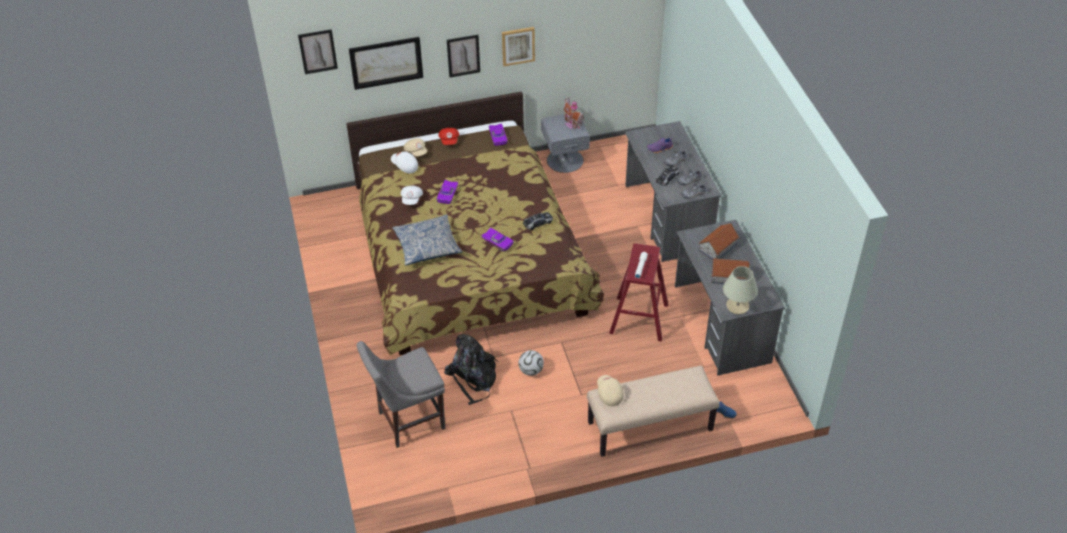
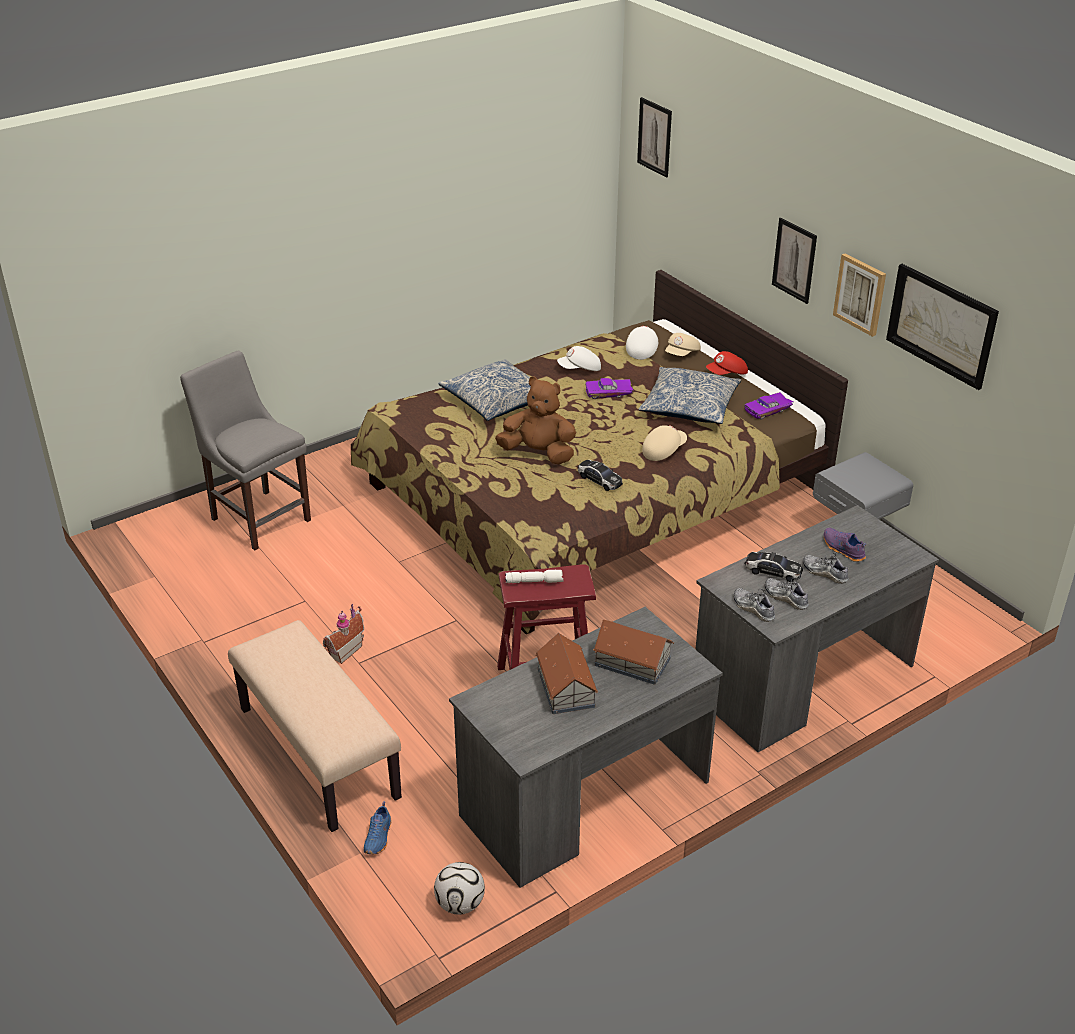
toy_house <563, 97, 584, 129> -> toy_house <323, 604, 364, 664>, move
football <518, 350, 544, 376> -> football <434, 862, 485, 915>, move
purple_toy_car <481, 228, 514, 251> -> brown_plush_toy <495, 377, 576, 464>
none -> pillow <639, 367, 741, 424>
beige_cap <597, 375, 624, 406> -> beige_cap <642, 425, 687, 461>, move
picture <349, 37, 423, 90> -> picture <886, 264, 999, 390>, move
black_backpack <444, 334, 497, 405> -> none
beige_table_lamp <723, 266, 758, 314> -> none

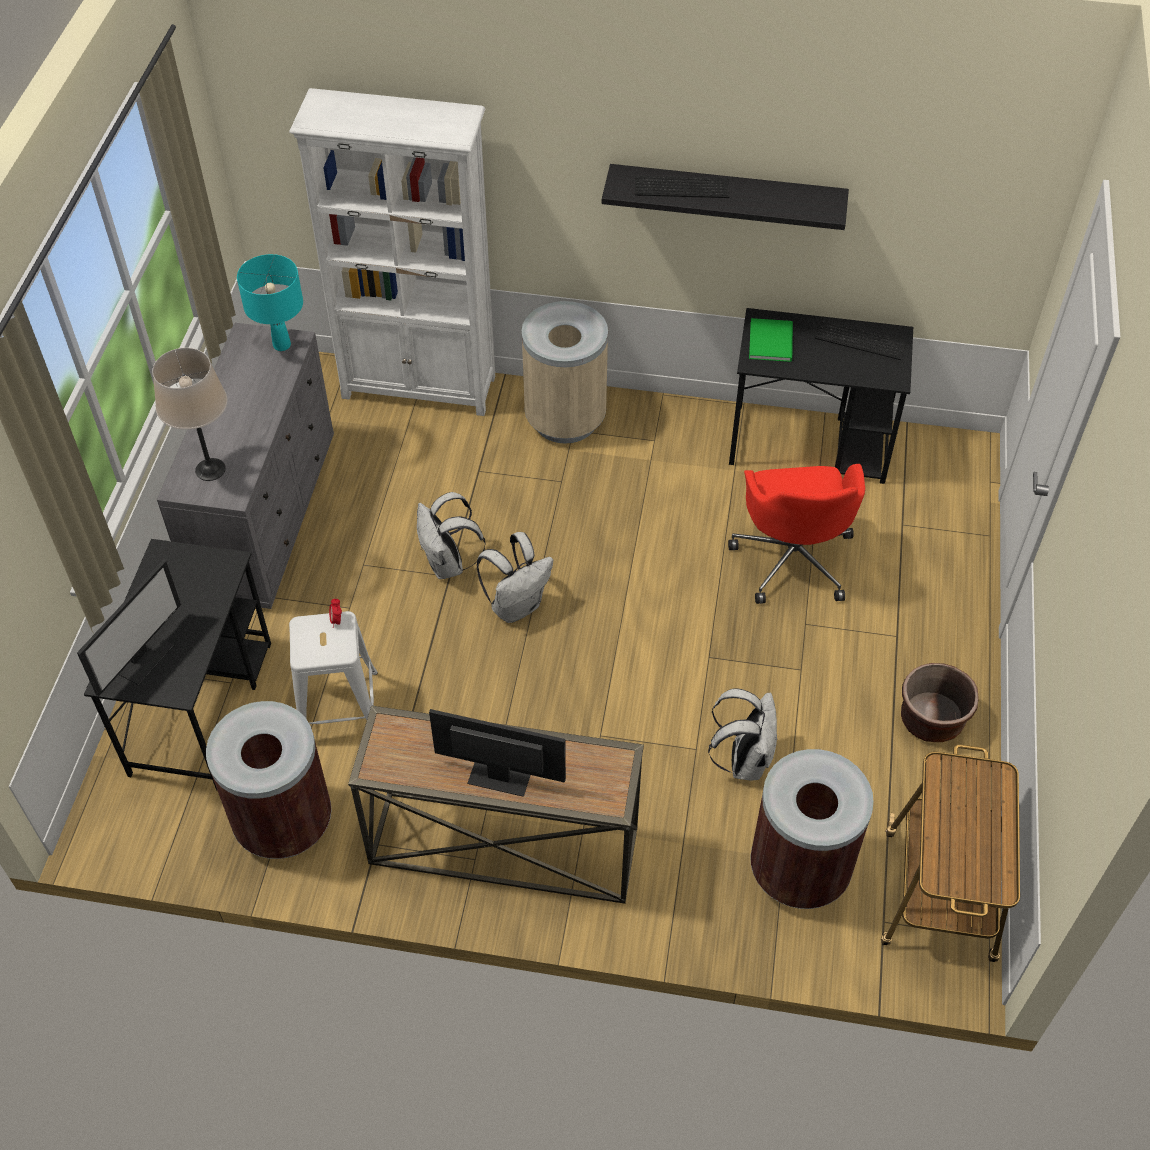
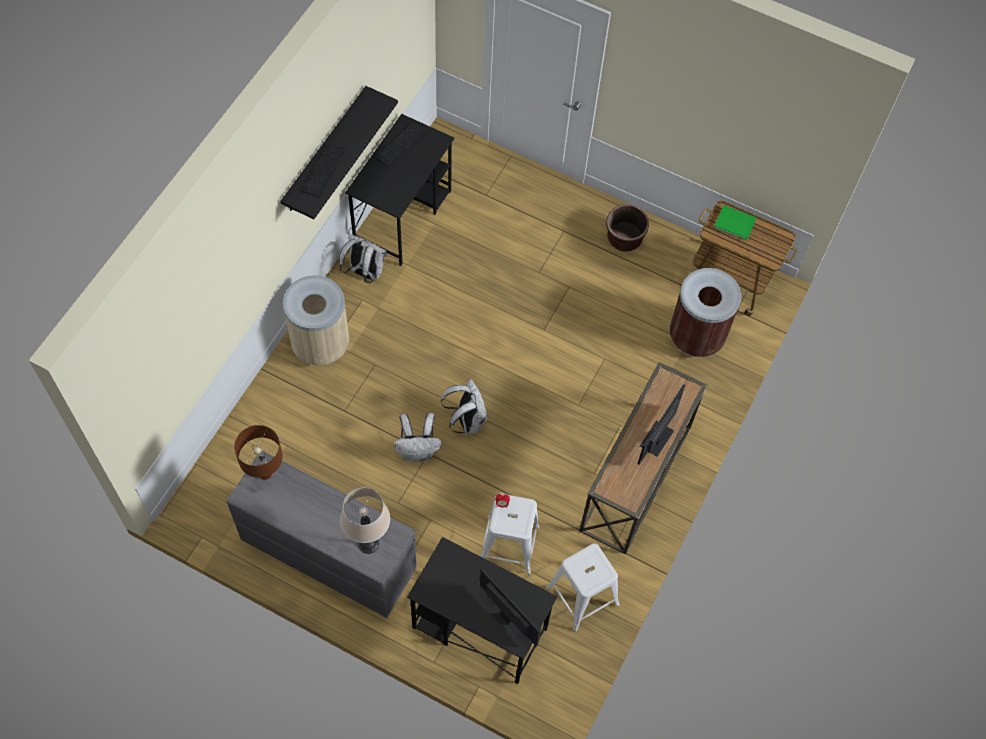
turquoise_table_lamp <237, 254, 303, 351> -> brown_table_lamp <234, 425, 283, 480>
white_backpack <708, 688, 778, 780> -> white_backpack <339, 234, 388, 283>, move
brown_trash_can <206, 701, 331, 859> -> white_stool <546, 544, 620, 632>
green_book <749, 318, 793, 362> -> green_book <714, 205, 757, 240>, move
white_bookcase <289, 88, 495, 416> -> none
red_office_chair <728, 464, 865, 604> -> none

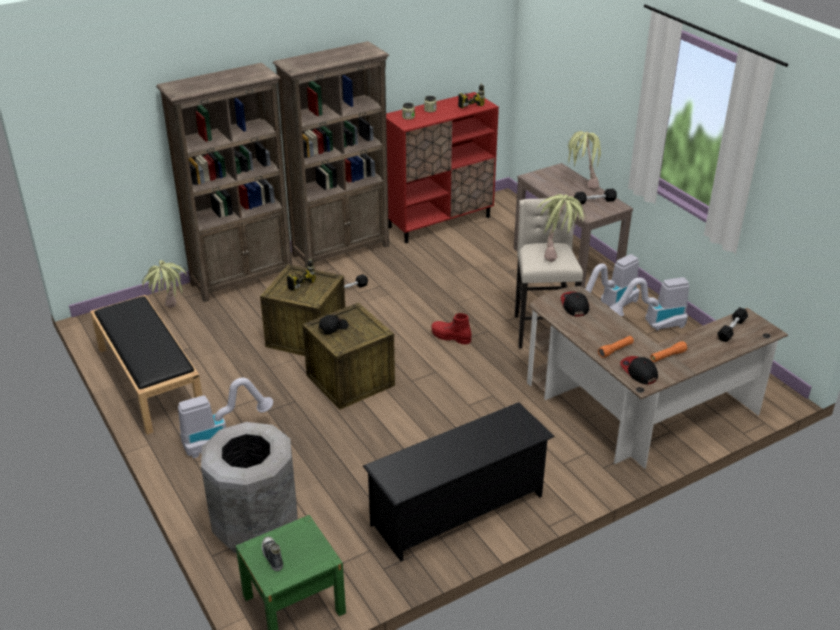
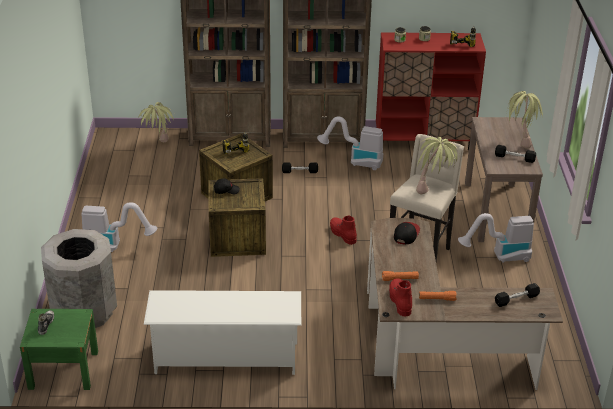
black_shoe_rack <363, 402, 555, 561> -> white_shoe_rack <144, 290, 301, 375>
vacuum_cleaner <609, 277, 689, 331> -> vacuum_cleaner <317, 116, 383, 170>, move
cap <620, 356, 658, 384> -> red_boot <389, 278, 412, 316>
black_bench <90, 295, 202, 435> -> none

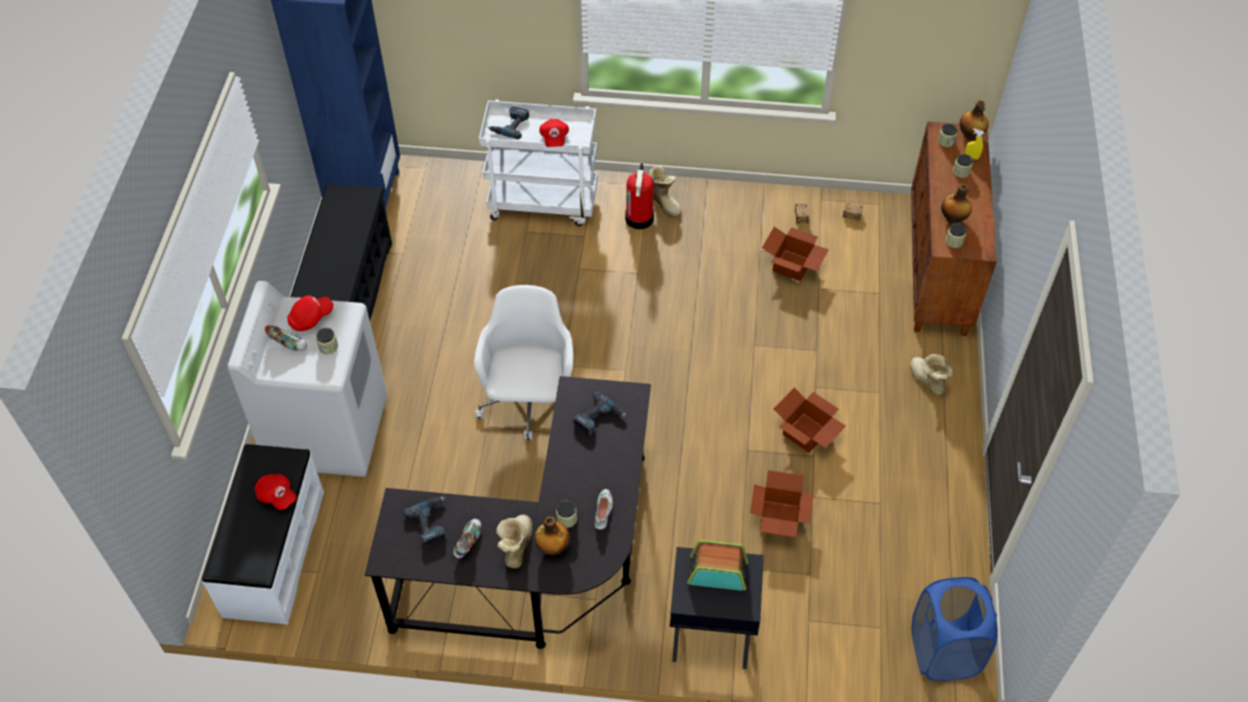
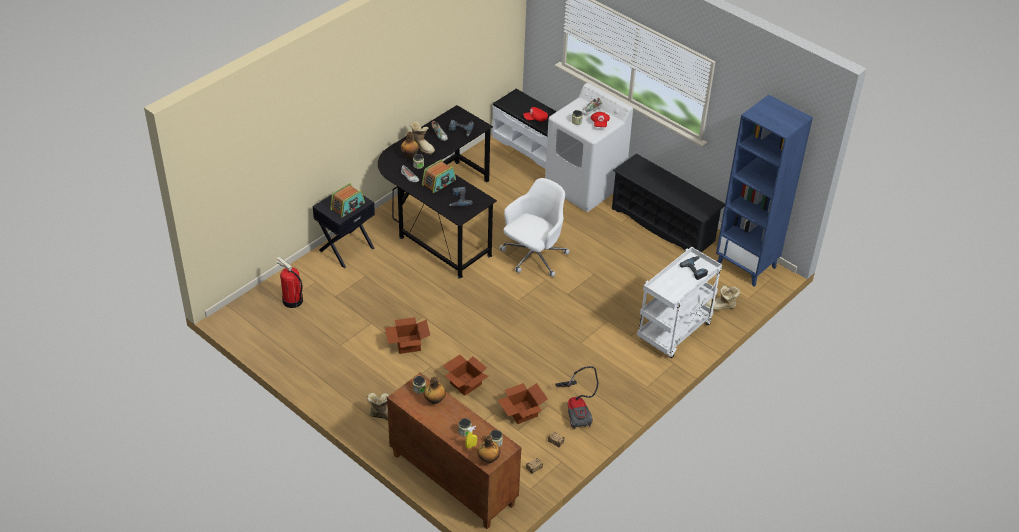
fire_extinguisher <625, 163, 654, 229> -> fire_extinguisher <276, 257, 303, 308>, move
none -> radio <422, 159, 456, 193>
cardboard_box <750, 470, 814, 537> -> cardboard_box <443, 355, 488, 396>, move
white_office_chair <474, 285, 573, 440> -> white_office_chair <499, 178, 570, 277>, 90 degrees counterclockwise
none -> vacuum_cleaner <555, 366, 598, 429>
boot <649, 166, 682, 218> -> boot <704, 285, 741, 311>, move
red_cap <539, 119, 569, 147> -> none
blue_laundry_basket <912, 577, 998, 681> -> none

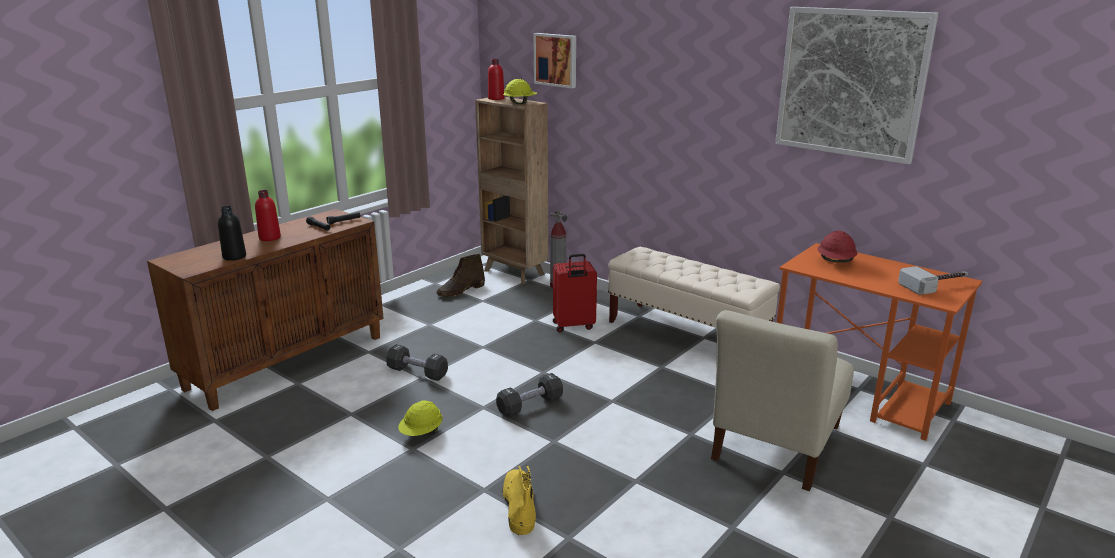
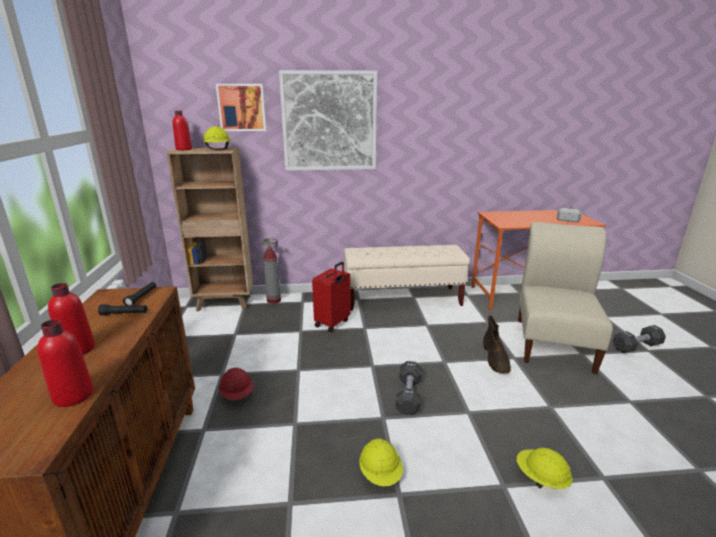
black_bottle <218, 206, 246, 261> -> red_bottle <37, 319, 94, 407>
red_hard_hat <818, 231, 857, 263> -> red_hard_hat <219, 368, 254, 400>, move
picture <775, 7, 938, 164> -> picture <279, 70, 377, 171>, move
brown_boot <436, 254, 485, 297> -> brown_boot <483, 315, 511, 374>, move
yellow_boot <502, 466, 536, 535> -> yellow_hard_hat <517, 448, 573, 489>
beige_chair <711, 310, 854, 491> -> beige_chair <518, 222, 613, 374>, 150 degrees counterclockwise
black_dumbbell <386, 344, 448, 381> -> black_dumbbell <613, 325, 666, 353>, move

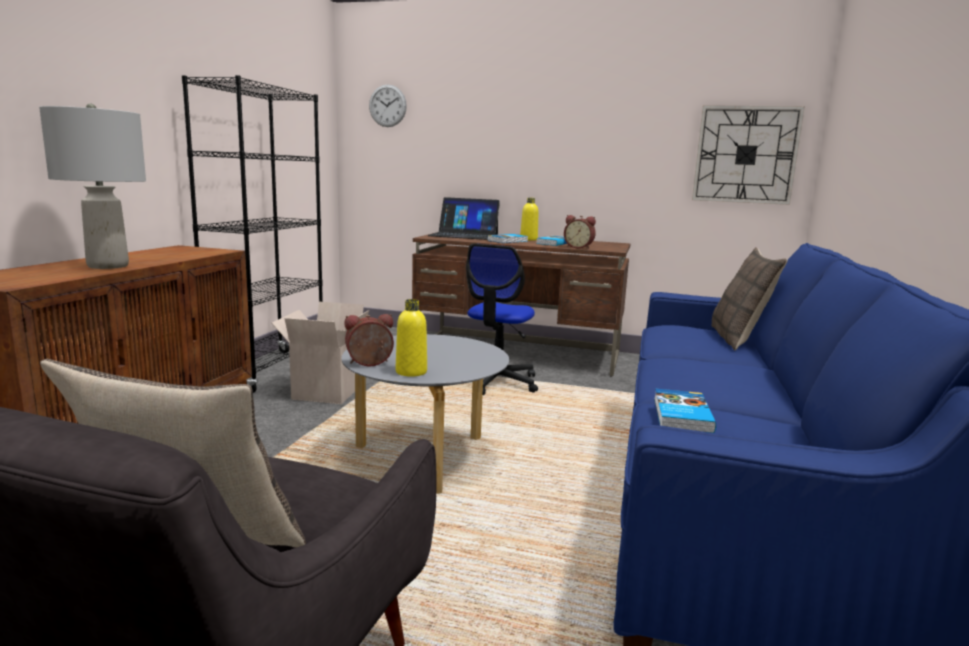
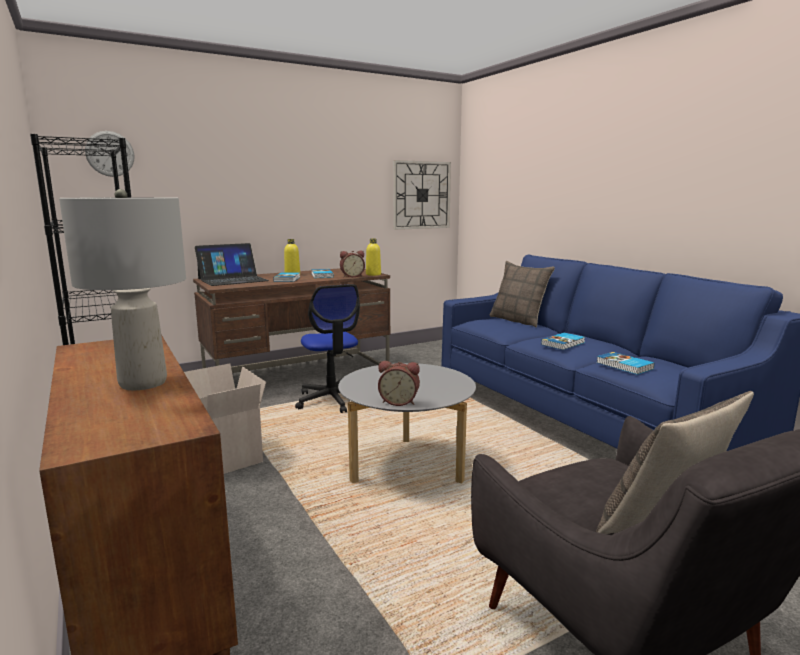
yellow_bottle <396, 299, 427, 377> -> yellow_bottle <366, 239, 381, 276>, move
alarm_clock <344, 314, 394, 366> -> alarm_clock <378, 361, 420, 406>, 105 degrees counterclockwise
none -> book <541, 333, 585, 350>

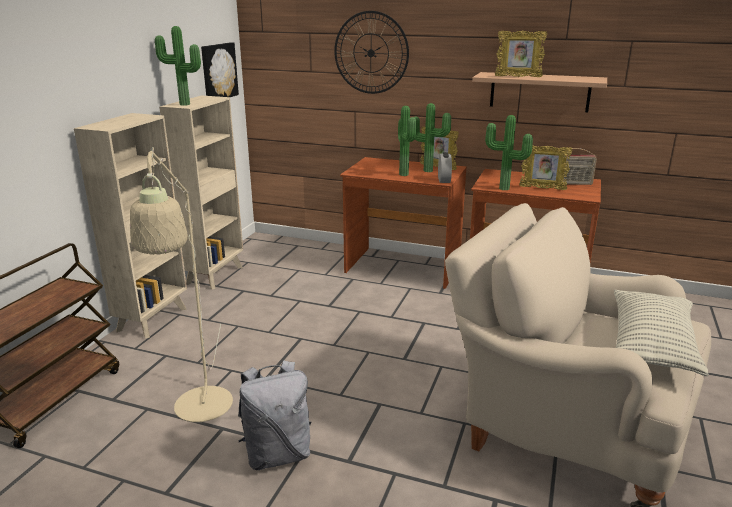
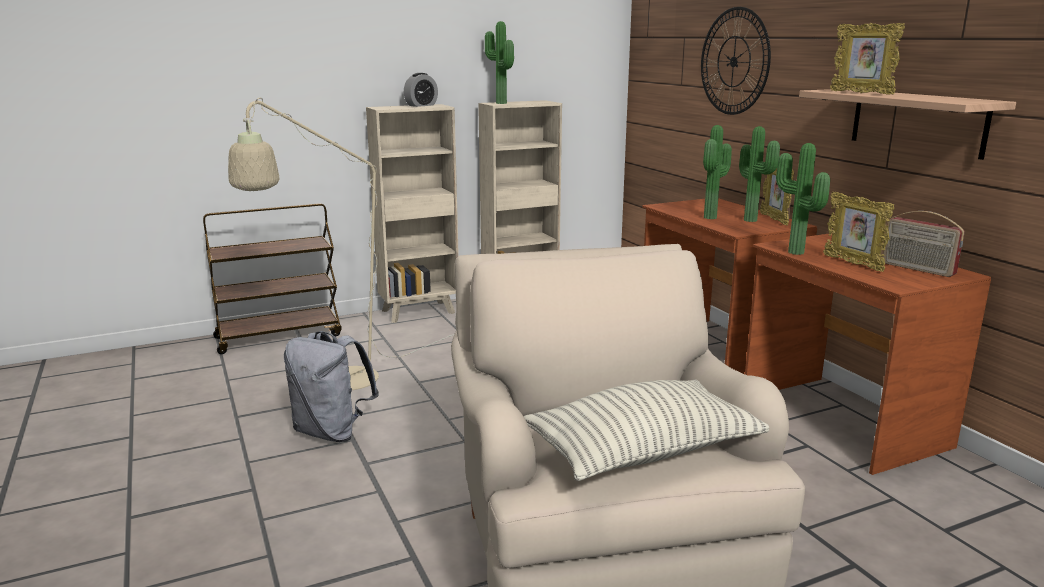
alarm_clock <438, 152, 452, 183> -> alarm_clock <404, 73, 438, 107>, move
picture <201, 42, 239, 97> -> none

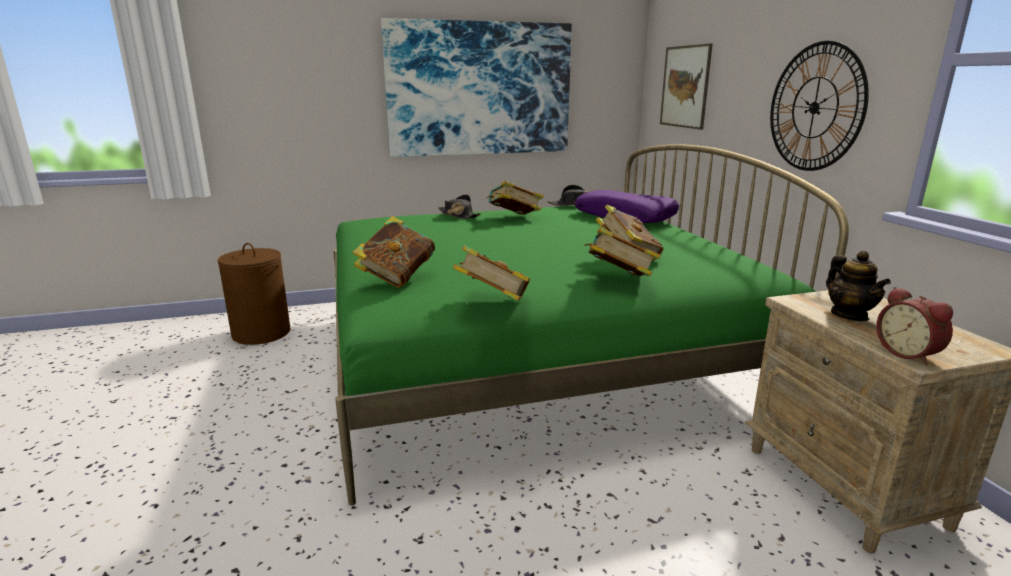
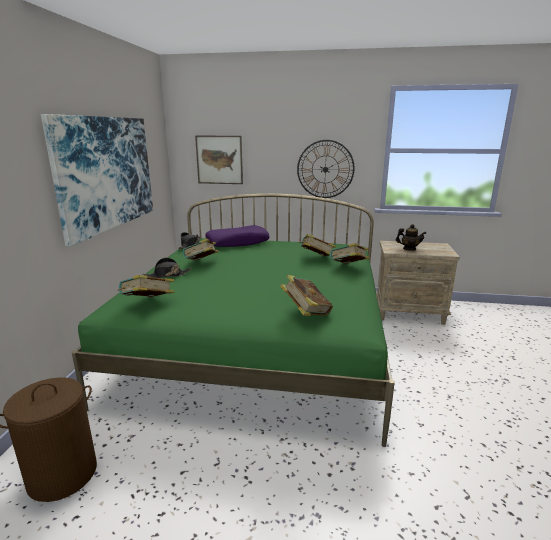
book <453, 246, 530, 301> -> book <117, 275, 174, 297>, move
alarm_clock <876, 287, 953, 365> -> none

